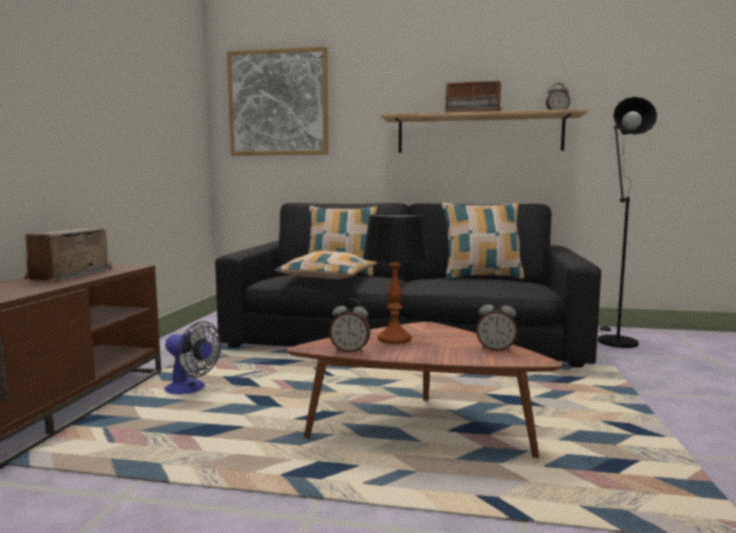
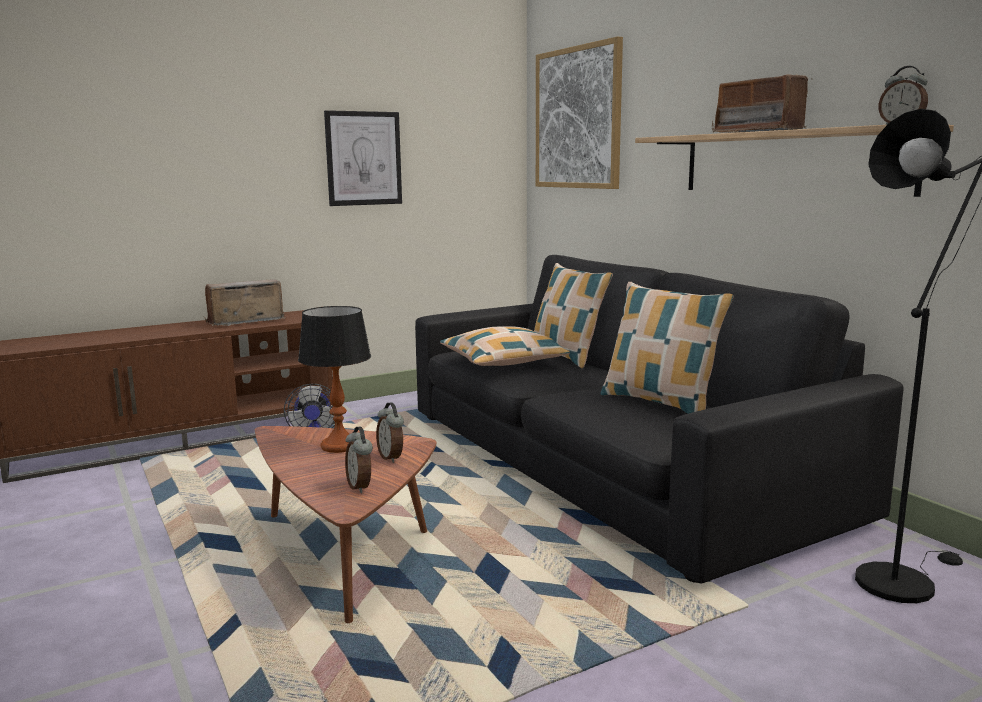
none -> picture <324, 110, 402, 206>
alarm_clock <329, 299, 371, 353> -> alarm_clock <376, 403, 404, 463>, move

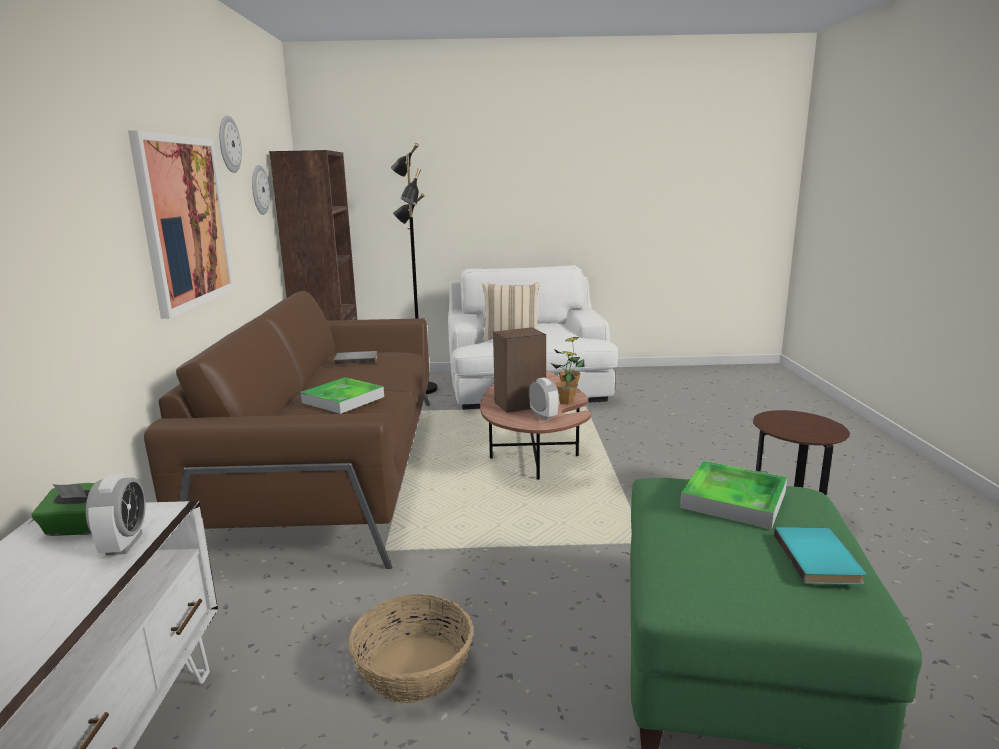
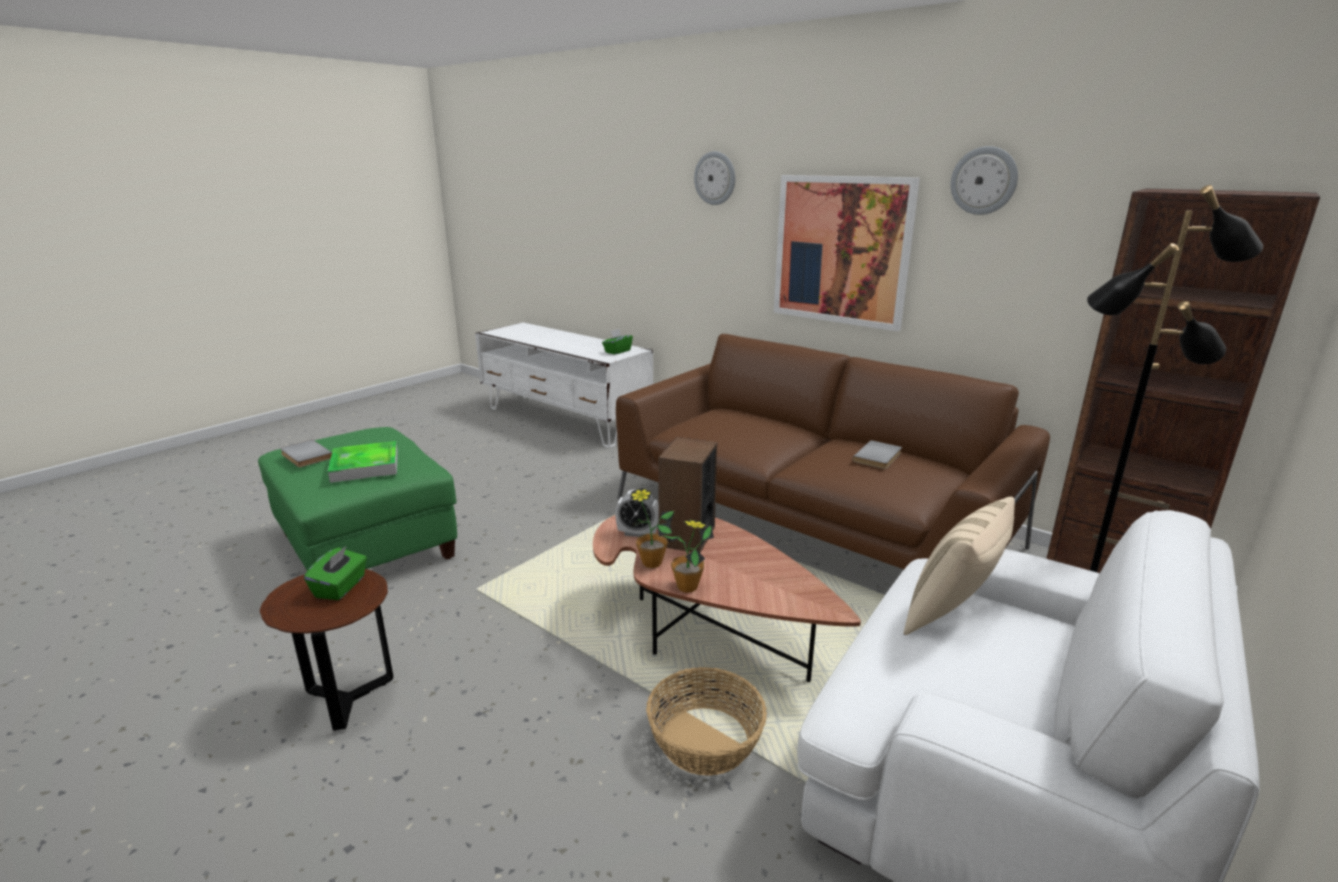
turquoise_book <774, 527, 866, 585> -> grey_book <280, 440, 332, 467>
none -> green_tissue_box <304, 546, 367, 600>
basket <348, 594, 473, 703> -> basket <646, 667, 767, 776>, move
wall_clock <252, 165, 270, 215> -> wall_clock <694, 151, 735, 205>, move
alarm_clock <86, 474, 146, 555> -> none
tray <300, 377, 384, 414> -> none

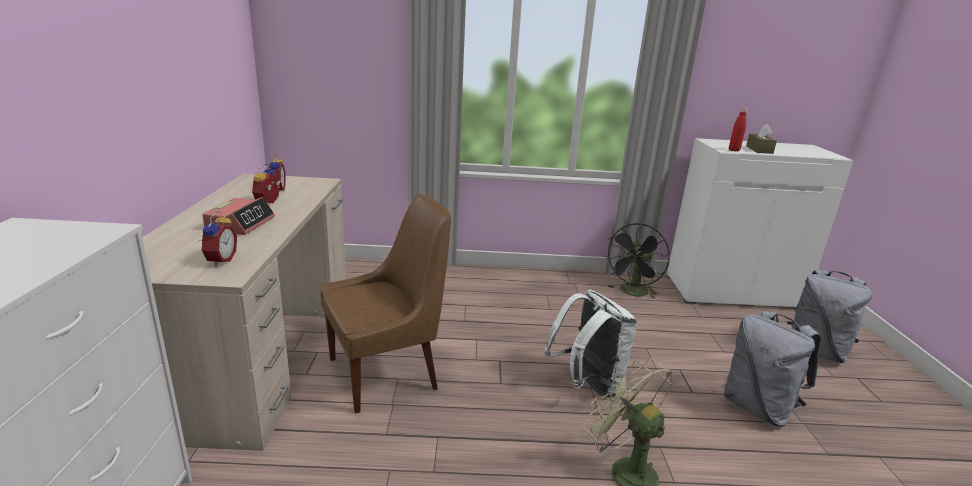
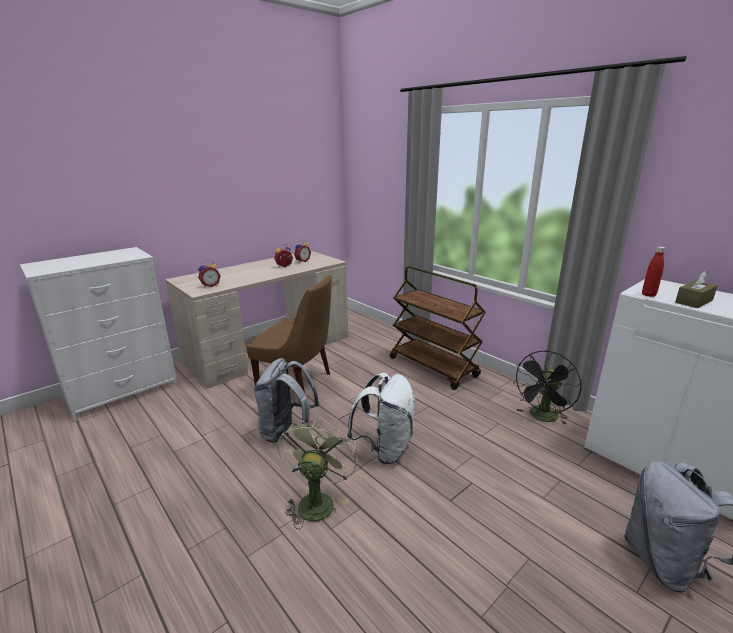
grey_backpack <724, 311, 821, 427> -> grey_backpack <253, 358, 320, 443>, move
none -> brown_cart <390, 266, 486, 390>
black_fan <605, 223, 670, 299> -> black_fan <513, 351, 581, 425>, 45 degrees counterclockwise
alarm_clock <202, 197, 275, 235> -> none

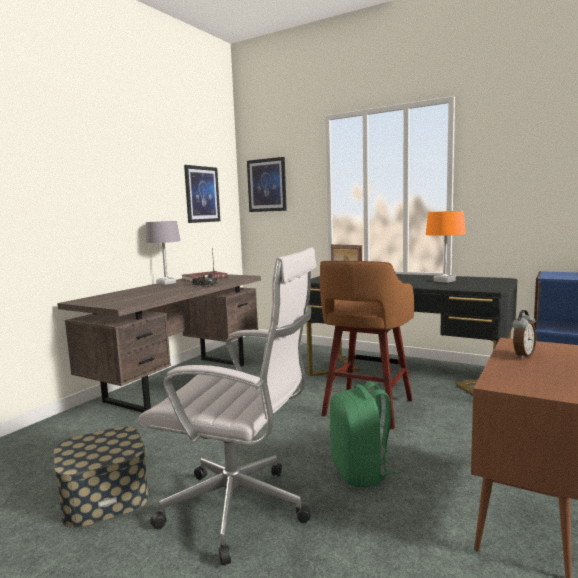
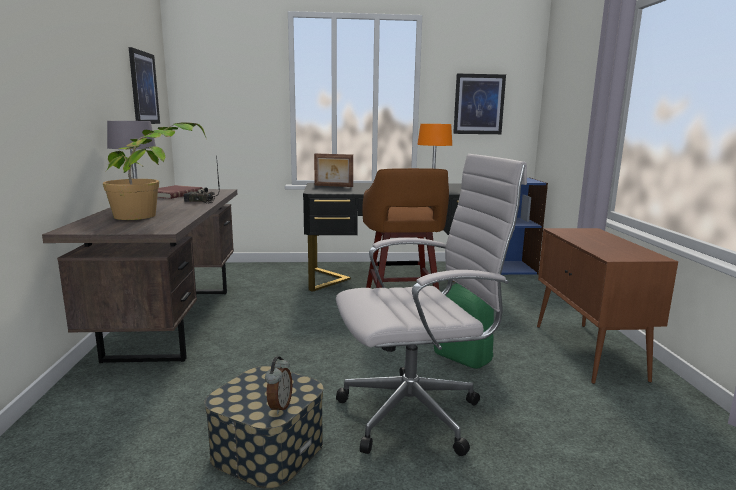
none -> potted_plant <103, 122, 206, 220>
alarm_clock <512, 310, 536, 359> -> alarm_clock <265, 356, 292, 414>, move
picture <247, 157, 287, 212> -> picture <453, 74, 506, 134>, move

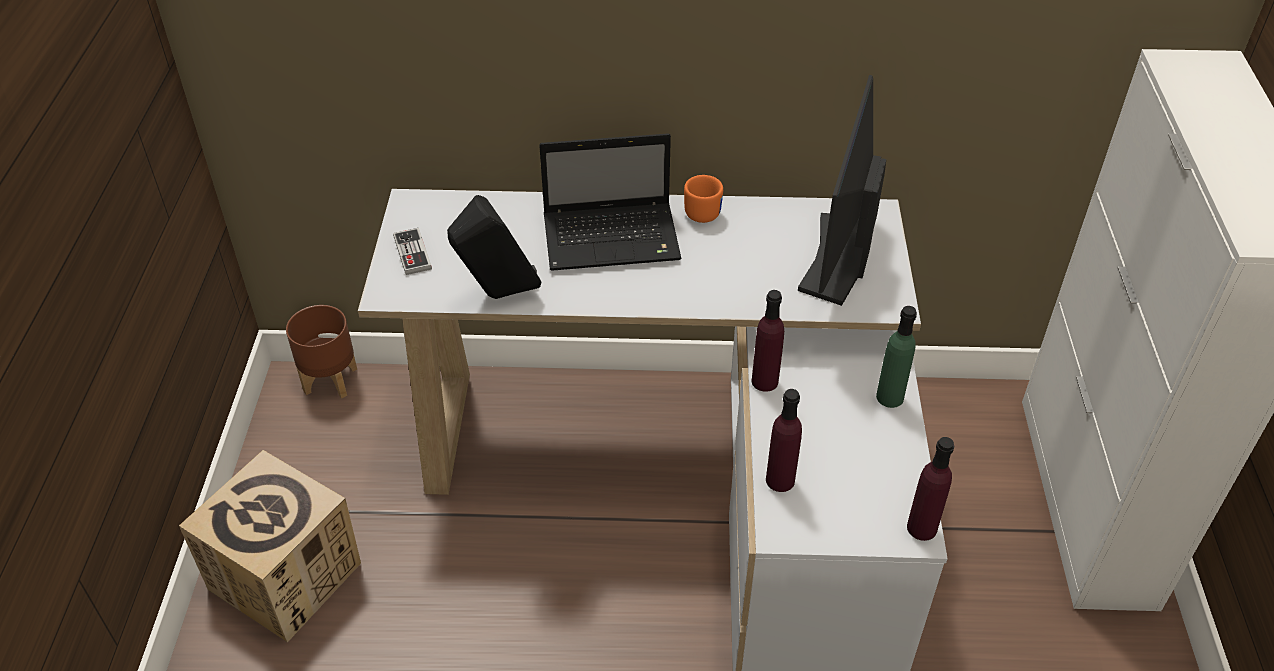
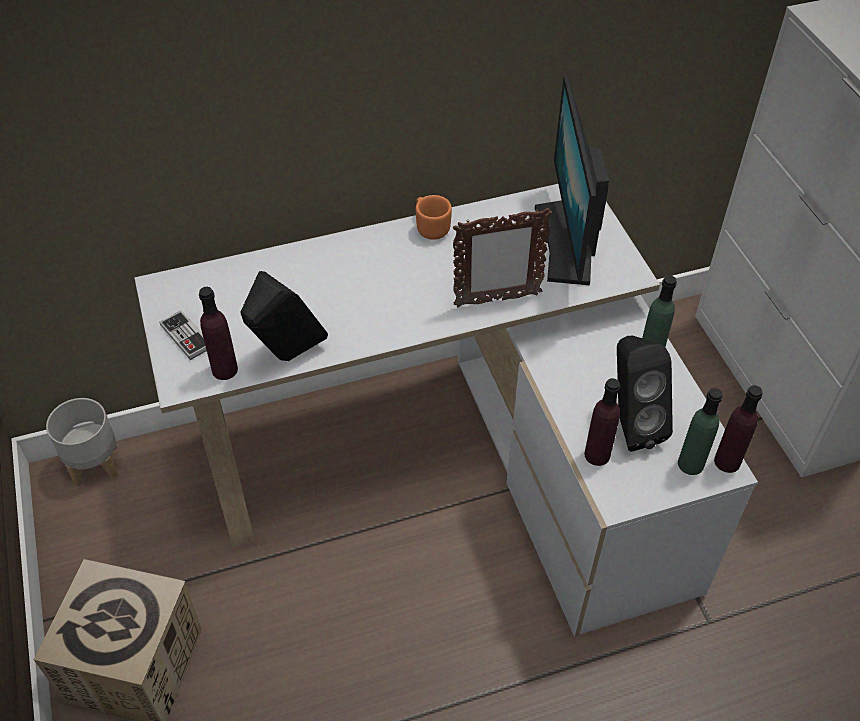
brown_planter <286, 305, 357, 399> -> grey_planter <46, 398, 118, 486>
purple_bottle <752, 290, 784, 392> -> purple_bottle <199, 287, 238, 380>, move
none -> picture_frame <453, 208, 552, 307>
none -> black_speaker <617, 336, 673, 452>
none -> green_bottle <678, 388, 723, 475>
laptop <539, 133, 682, 271> -> none

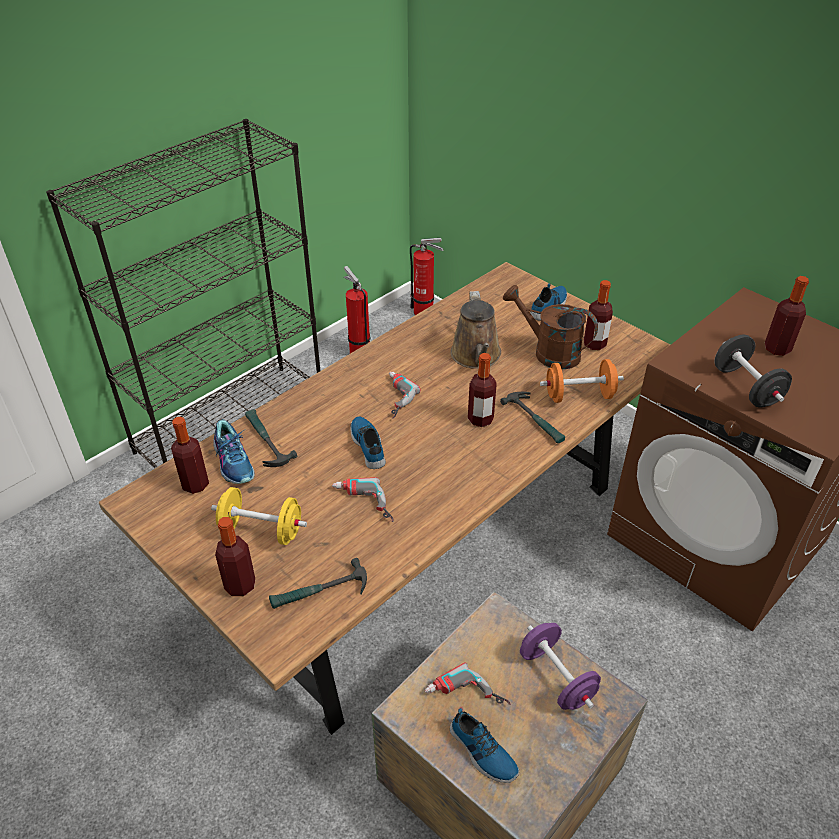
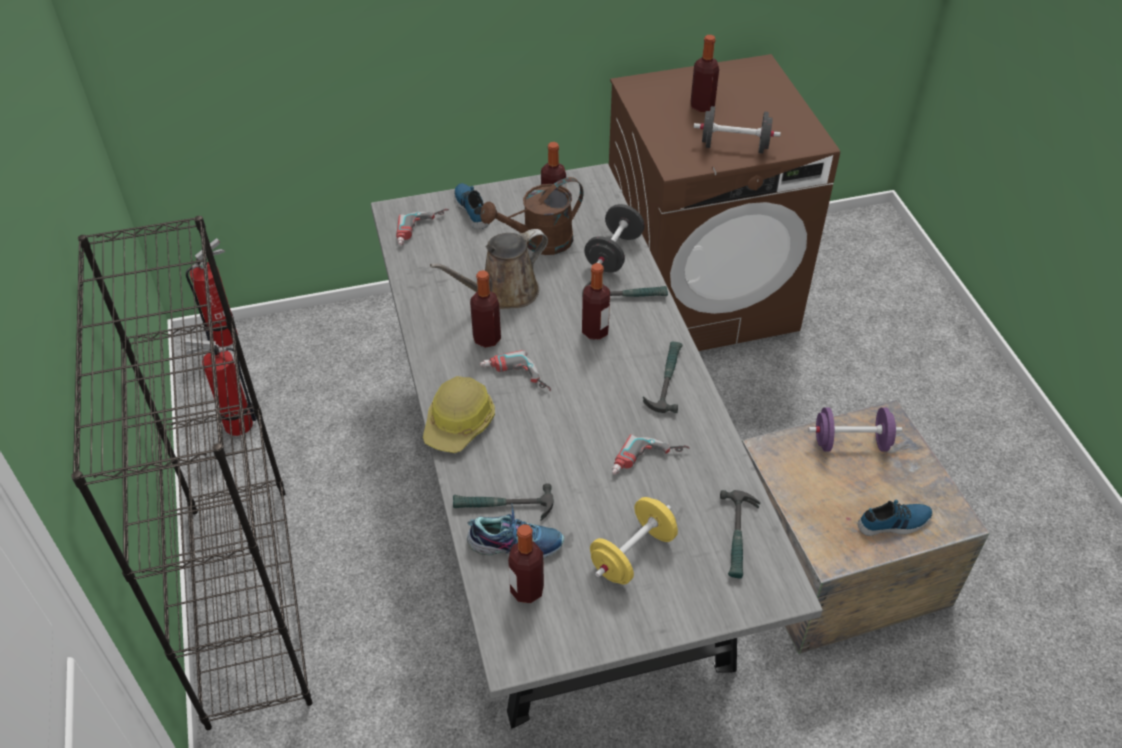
brown_dining_table <99, 262, 671, 735> -> grey_dining_table <371, 163, 823, 728>
power_drill <425, 663, 511, 705> -> power_drill <396, 209, 449, 246>, move
none -> hard_hat <423, 376, 495, 453>
brown_watering_can <450, 291, 501, 369> -> brown_watering_can <430, 229, 548, 309>, 120 degrees clockwise
bottle <215, 517, 255, 596> -> bottle <470, 270, 501, 348>, move
orange_dumbbell <540, 359, 624, 403> -> black_dumbbell <584, 204, 645, 273>
none -> hammer <643, 342, 683, 413>
shoe <350, 417, 386, 469> -> none

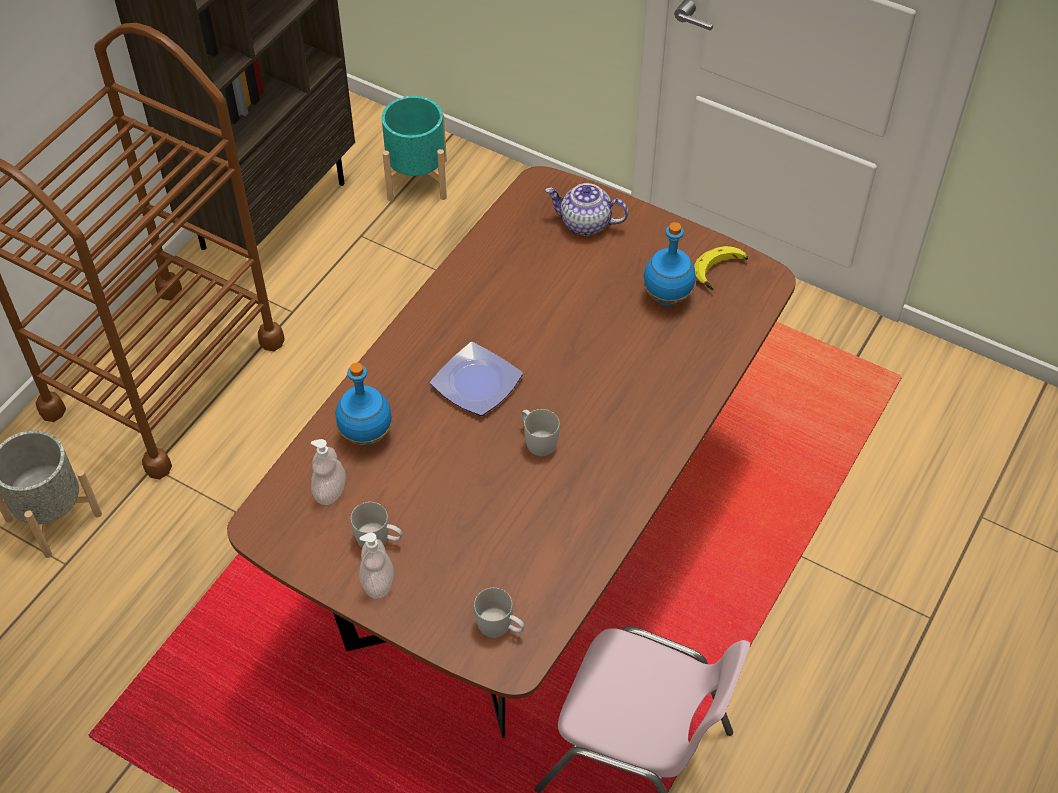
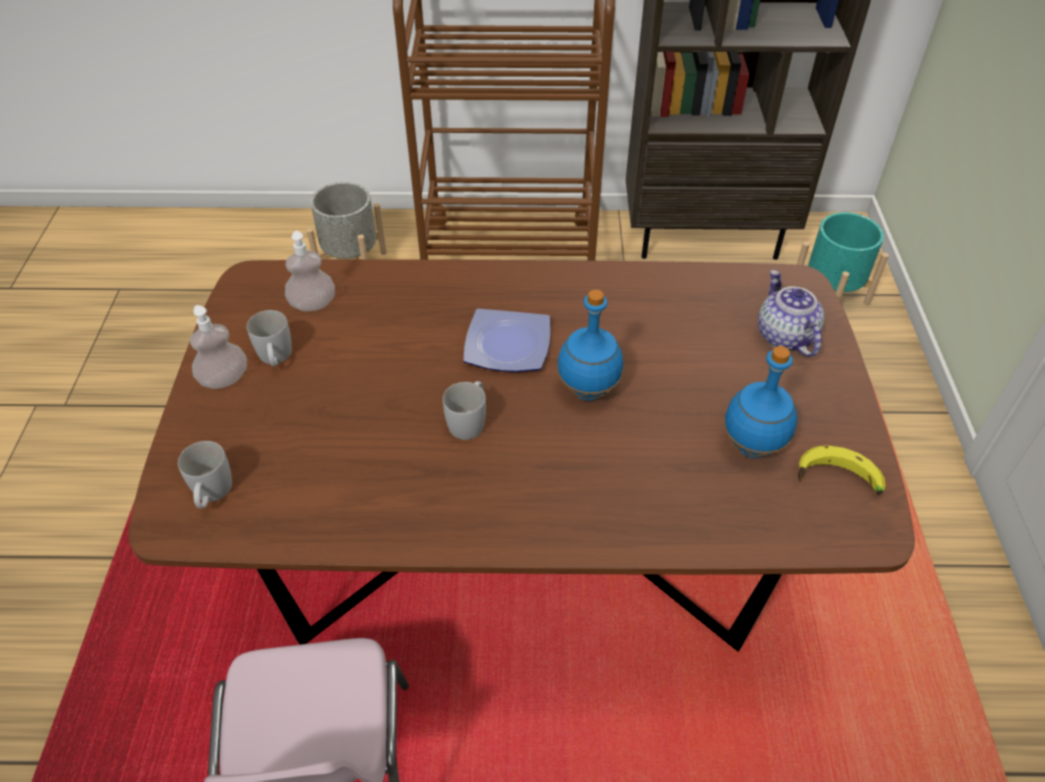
blue_bottle <336, 363, 393, 446> -> blue_bottle <557, 289, 623, 401>, move

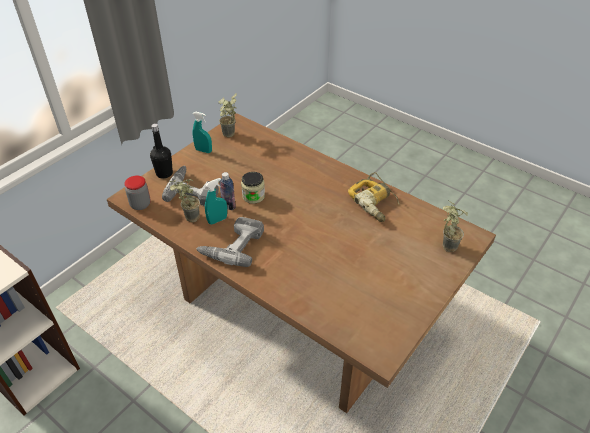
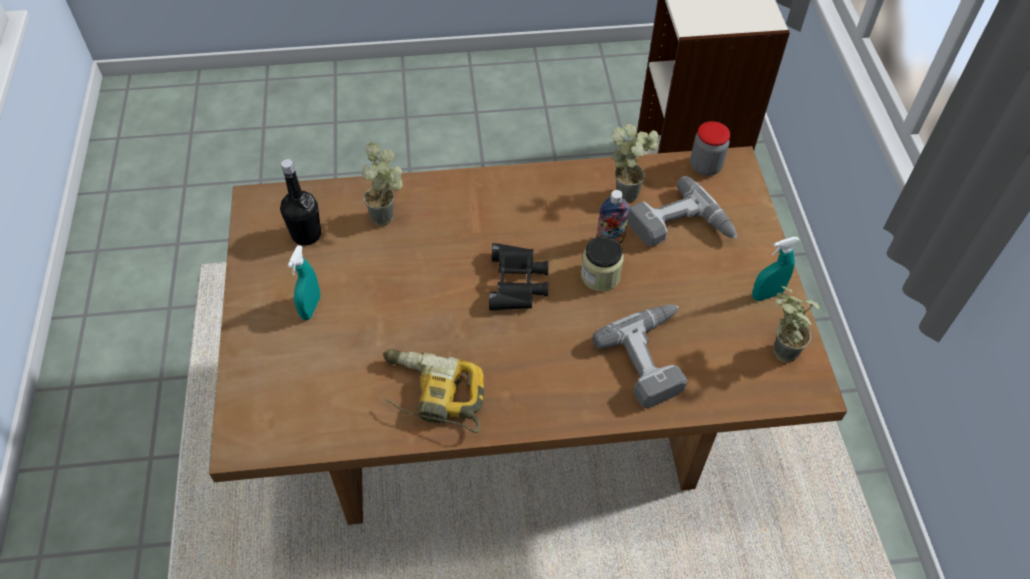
black_bottle <150, 124, 173, 179> -> black_bottle <280, 159, 321, 246>, move
turquoise_spray_bottle <205, 178, 227, 224> -> turquoise_spray_bottle <287, 245, 321, 320>, move
potted_plant <443, 201, 468, 252> -> potted_plant <363, 142, 403, 226>, move
none -> black_binoculars <489, 243, 548, 311>
power_drill <196, 217, 264, 267> -> power_drill <592, 305, 688, 408>, move

